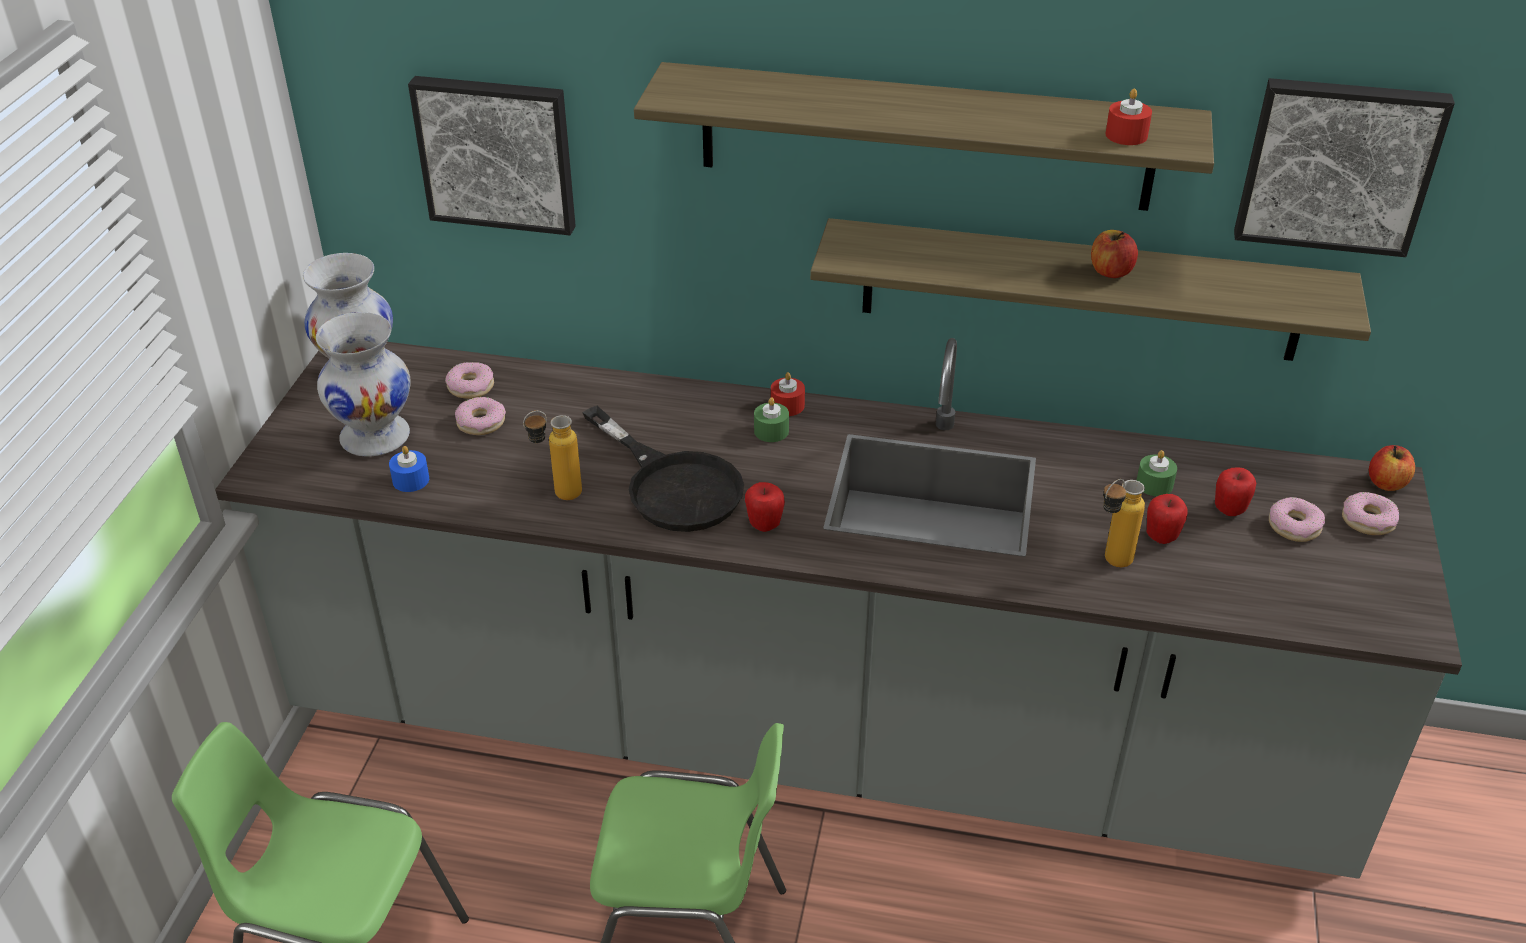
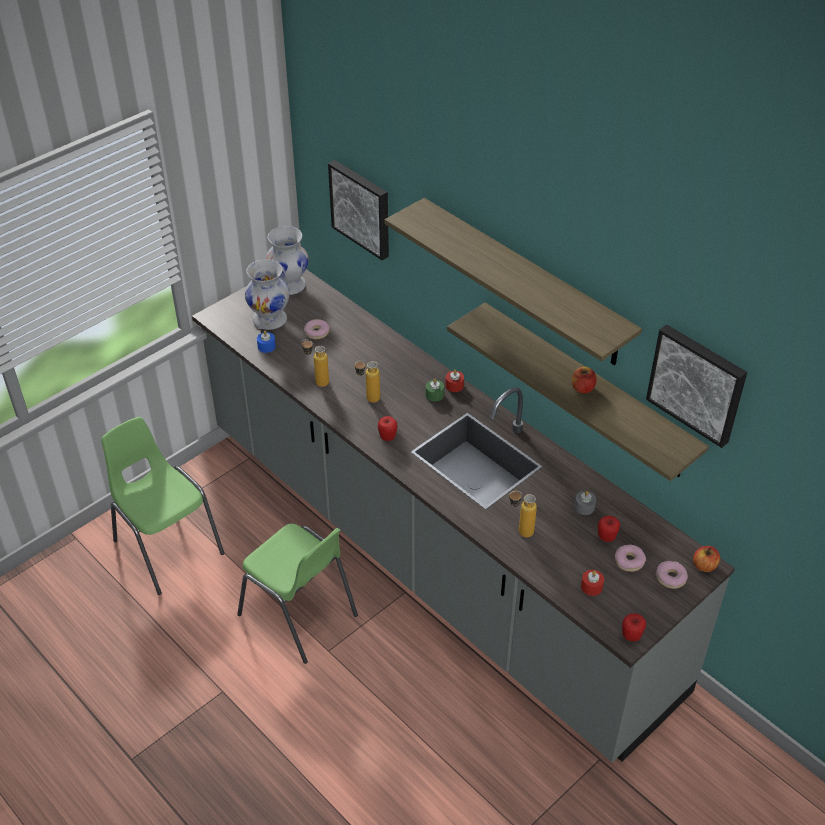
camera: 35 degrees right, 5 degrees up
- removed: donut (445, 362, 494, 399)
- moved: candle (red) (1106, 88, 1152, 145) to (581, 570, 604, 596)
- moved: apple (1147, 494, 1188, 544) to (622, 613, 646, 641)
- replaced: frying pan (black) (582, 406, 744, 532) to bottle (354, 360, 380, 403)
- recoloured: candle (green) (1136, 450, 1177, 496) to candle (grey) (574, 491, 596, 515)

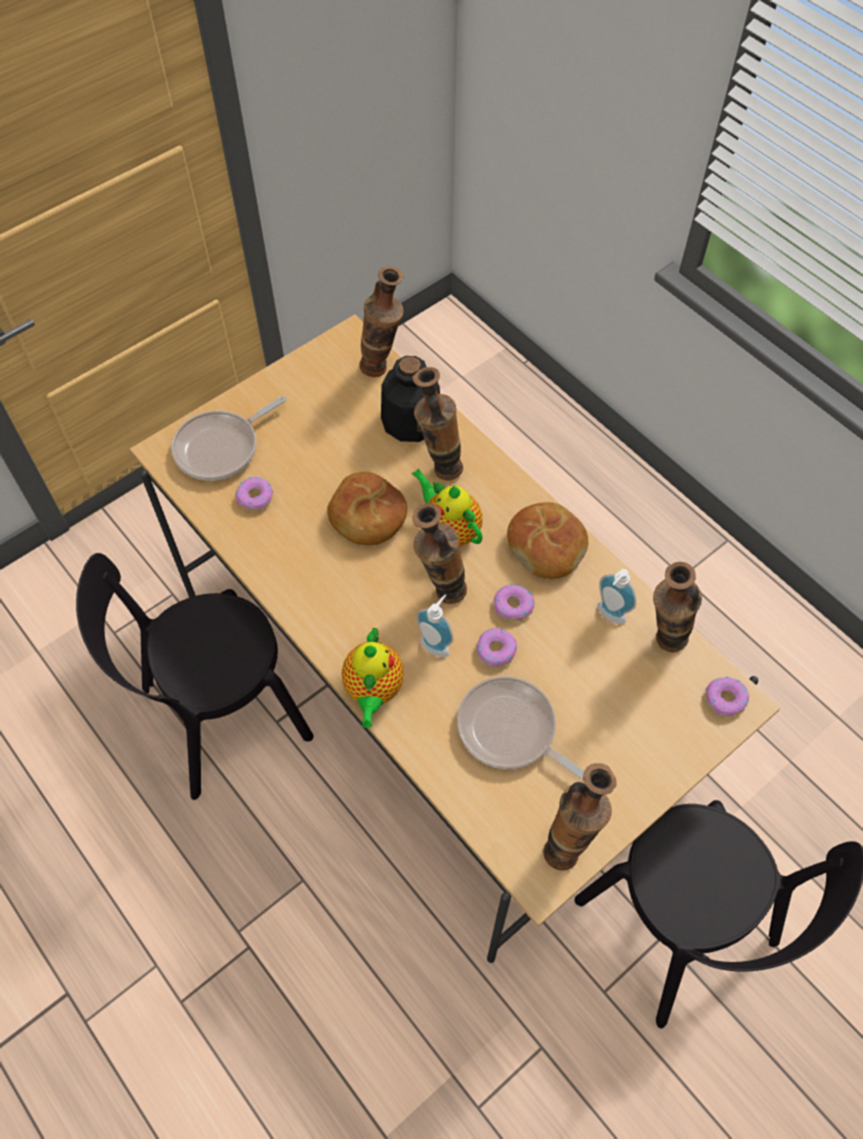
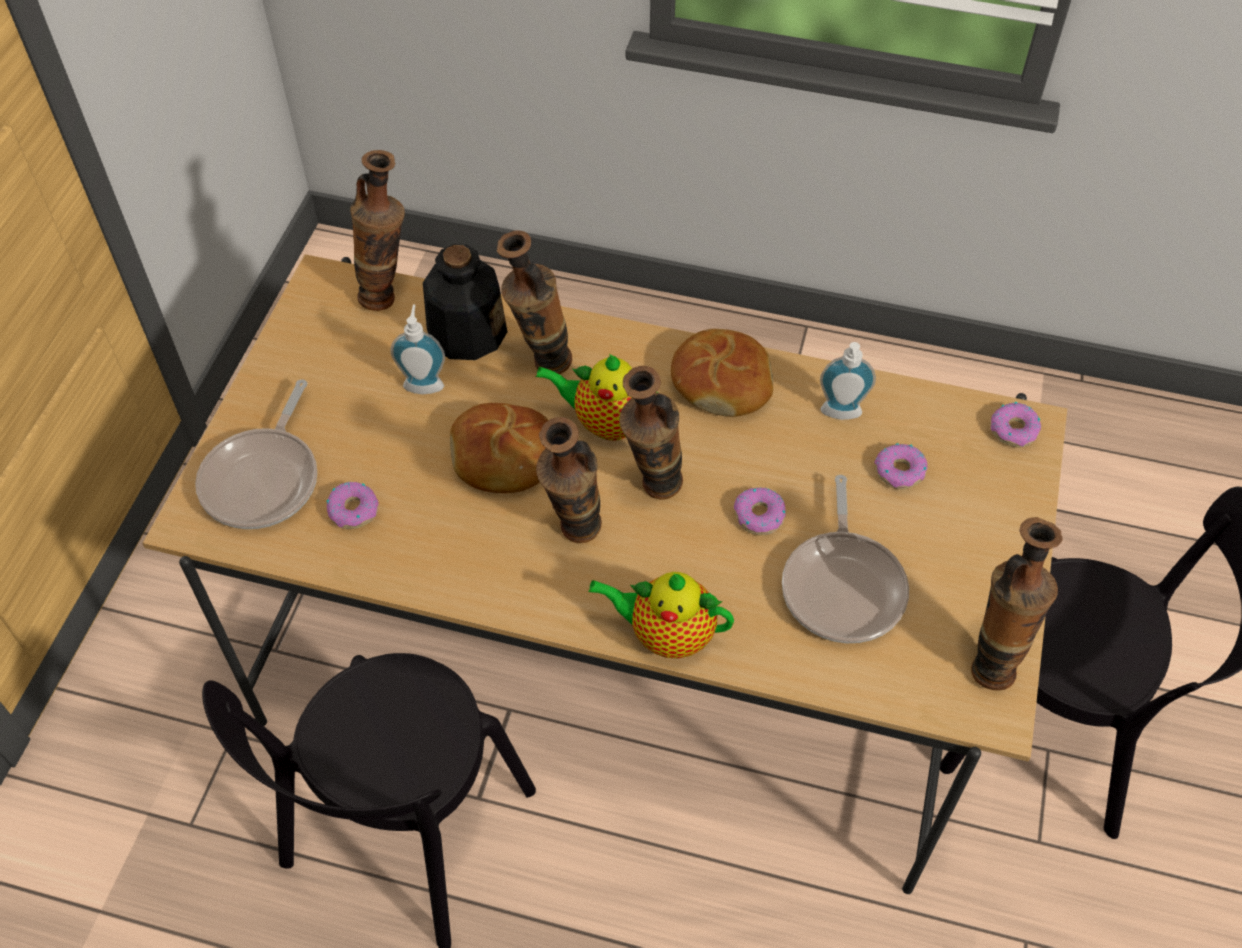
camera: 35 degrees left, 5 degrees down
- moved: soap dispenser (417, 595, 453, 657) to (391, 304, 445, 394)
- moved: donut (494, 585, 535, 621) to (874, 443, 928, 489)
- moved: vase (653, 562, 702, 652) to (536, 417, 602, 543)
- turned: teapot (342, 628, 404, 728) = (588, 572, 734, 659) 135 degrees clockwise
- turned: frying pan (457, 676, 584, 780) = (782, 475, 909, 643) 90 degrees counterclockwise

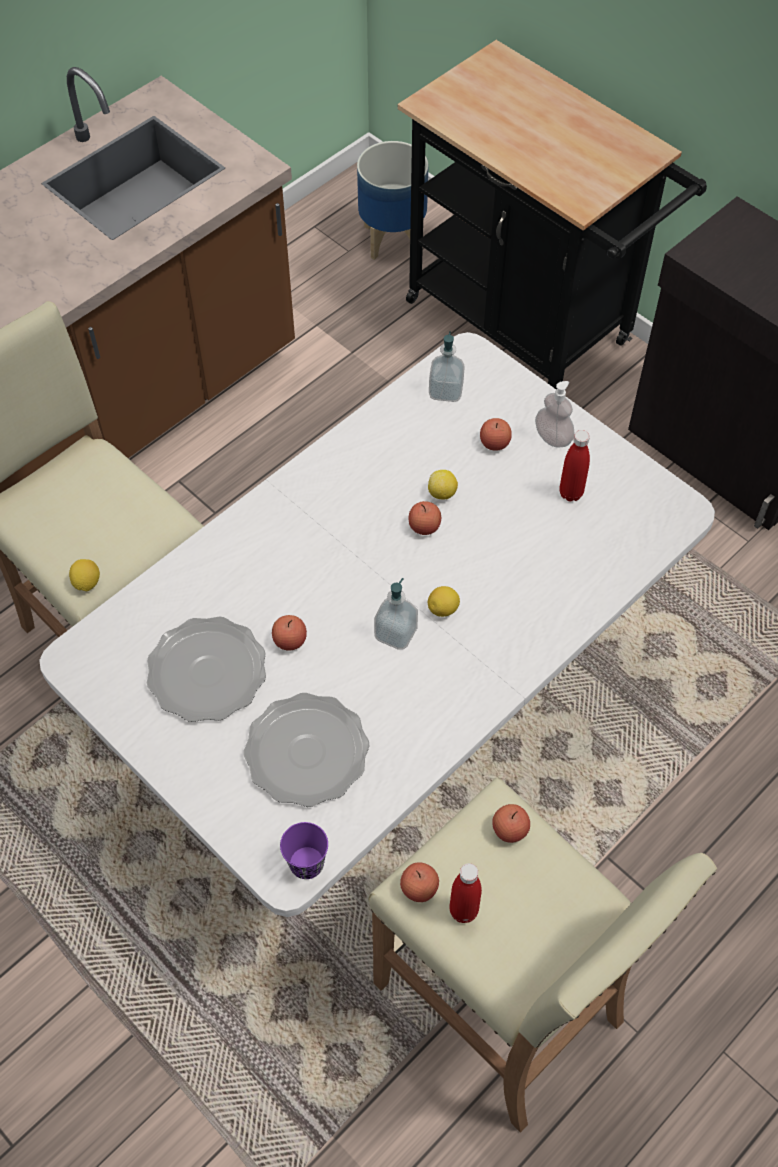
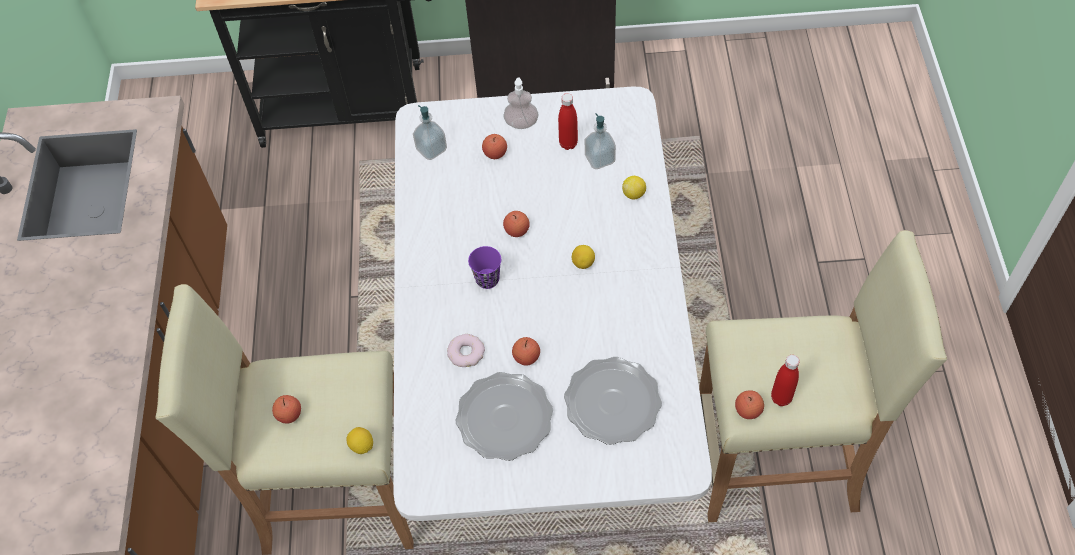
camera: 45 degrees left, 0 degrees up
- removed: planter (357, 141, 429, 260)
- added: donut (447, 334, 485, 367)
- moved: cup (purple) (280, 822, 328, 879) to (468, 246, 501, 289)
- moved: soap dispenser (374, 578, 418, 650) to (585, 113, 616, 169)
- moved: lemon (428, 470, 458, 500) to (622, 176, 646, 199)
- moved: apple (492, 804, 530, 843) to (272, 395, 301, 423)

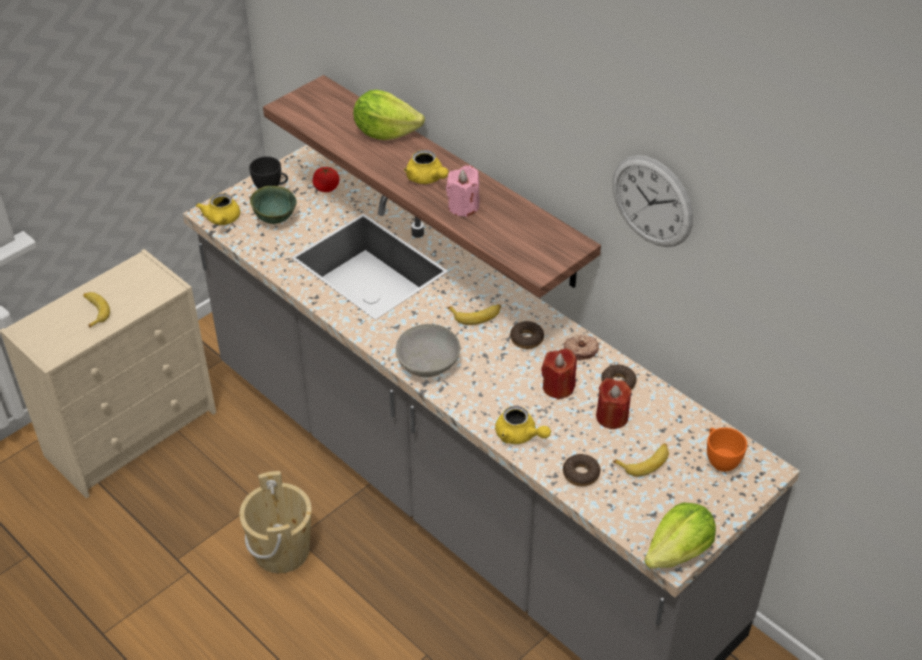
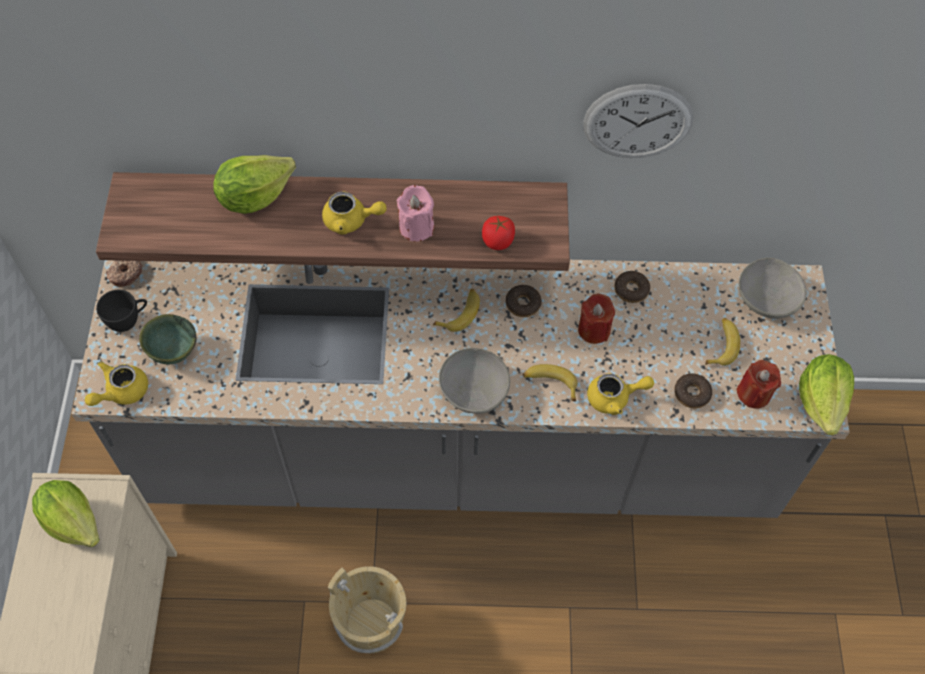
camera: 45 degrees left, 15 degrees up
- added: lettuce (32, 480, 100, 547)
- moved: banana (83, 292, 110, 328) to (523, 364, 578, 402)
- moved: tomato (313, 167, 340, 192) to (482, 216, 515, 250)
- moved: donut (563, 335, 599, 360) to (107, 260, 142, 287)
- moved: candle (red) (596, 378, 632, 429) to (736, 360, 781, 409)
- replaced: cup (orange) (707, 427, 747, 472) to bowl (grey) (739, 258, 807, 319)
- turned: teapot (yellow) (196, 193, 240, 225) = (85, 361, 148, 406) 90 degrees clockwise

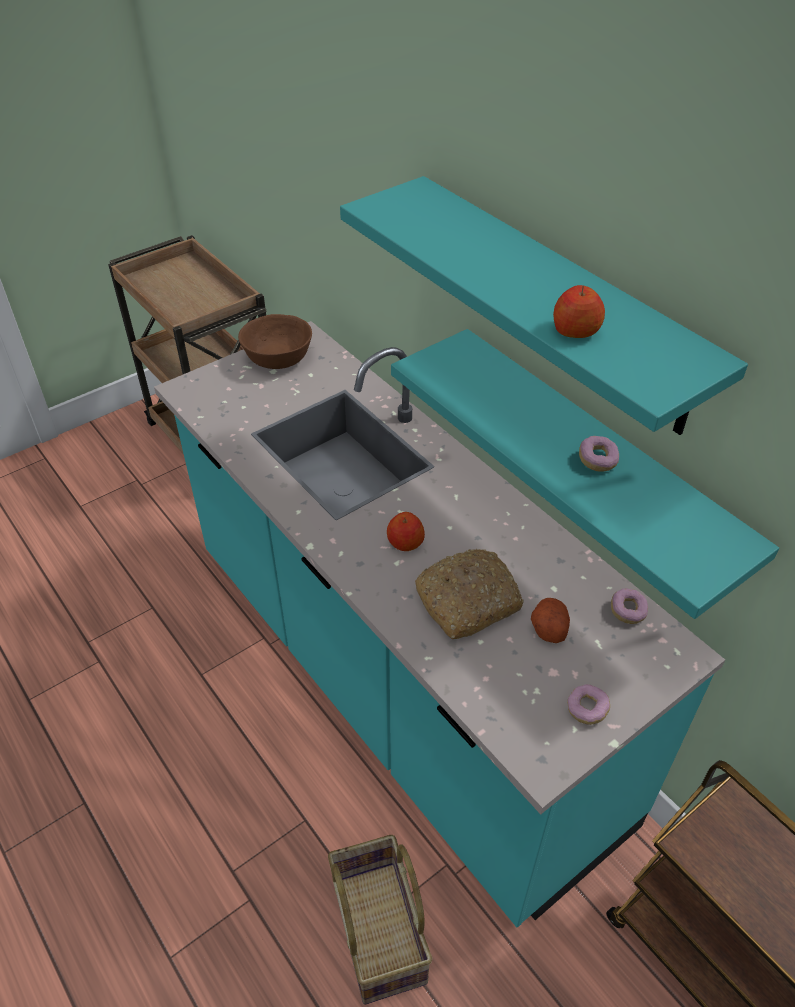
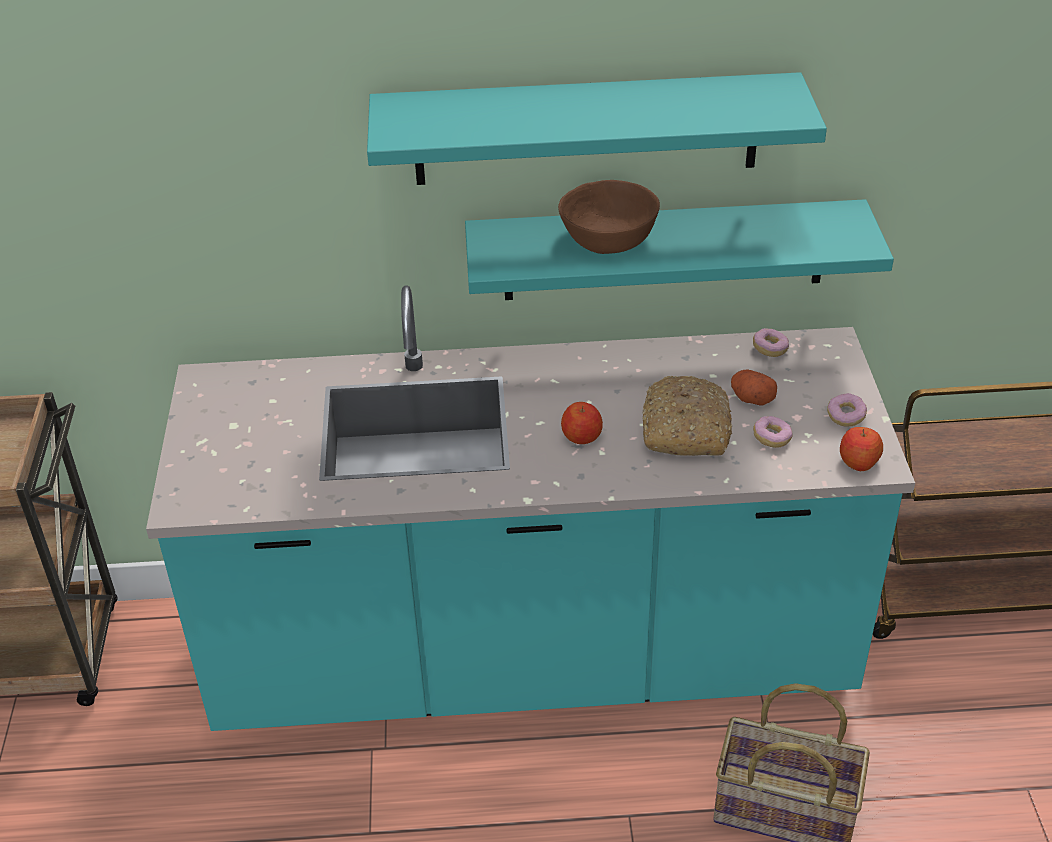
camera: 55 degrees left, 5 degrees down
- moved: bowl (brown) (238, 314, 312, 369) to (558, 180, 660, 254)
- moved: apple (553, 285, 605, 338) to (840, 427, 883, 471)
- moved: donut (579, 436, 619, 472) to (753, 416, 793, 448)

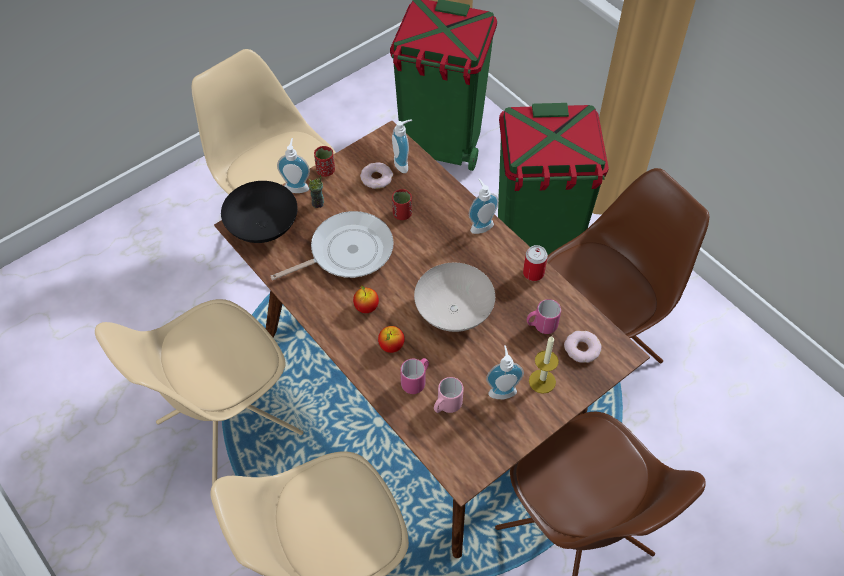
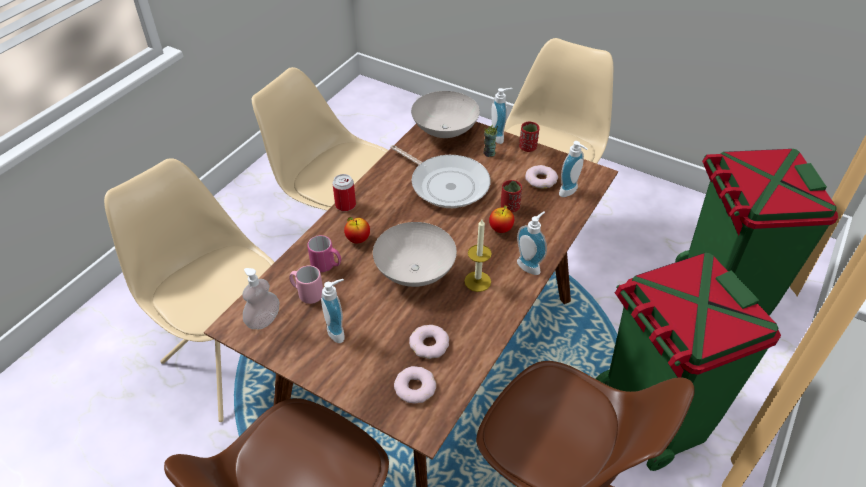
camera: 70 degrees right, 10 degrees down
- added: soap dispenser (242, 268, 280, 329)
- moved: apple (353, 285, 379, 313) to (489, 205, 514, 233)
- moved: can (523, 245, 548, 281) to (332, 174, 356, 211)
- moved: candle (529, 336, 559, 394) to (464, 219, 492, 292)
- replaced: mug (pink) (527, 299, 561, 334) to donut (409, 325, 449, 359)
- recoloured: bowl (black) (221, 181, 298, 243) to bowl (white) (411, 91, 480, 138)

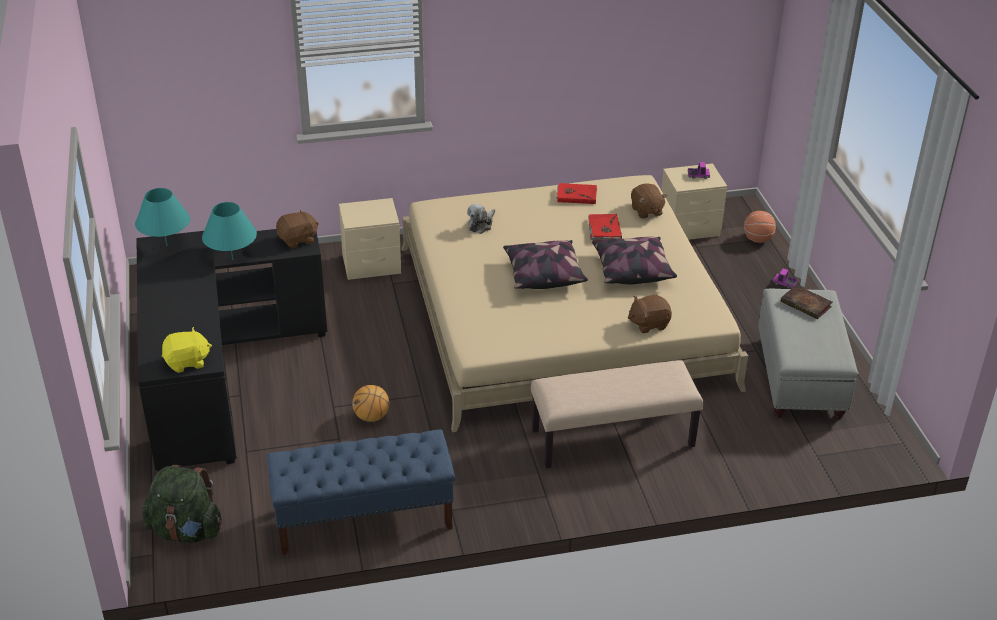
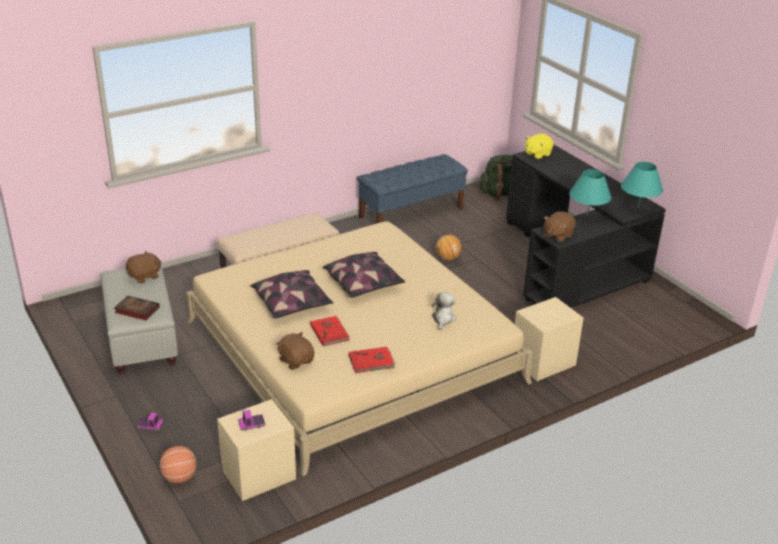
camera: 160 degrees right, 5 degrees down
- moved: plush toy (brown) (628, 295, 672, 333) to (126, 251, 162, 283)

